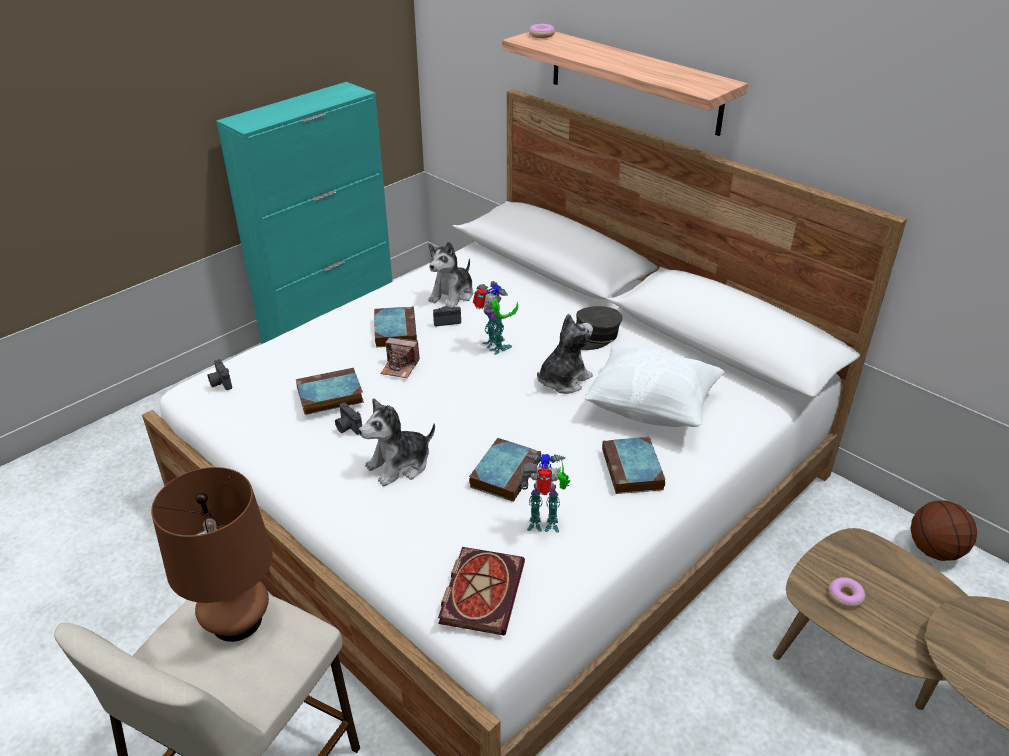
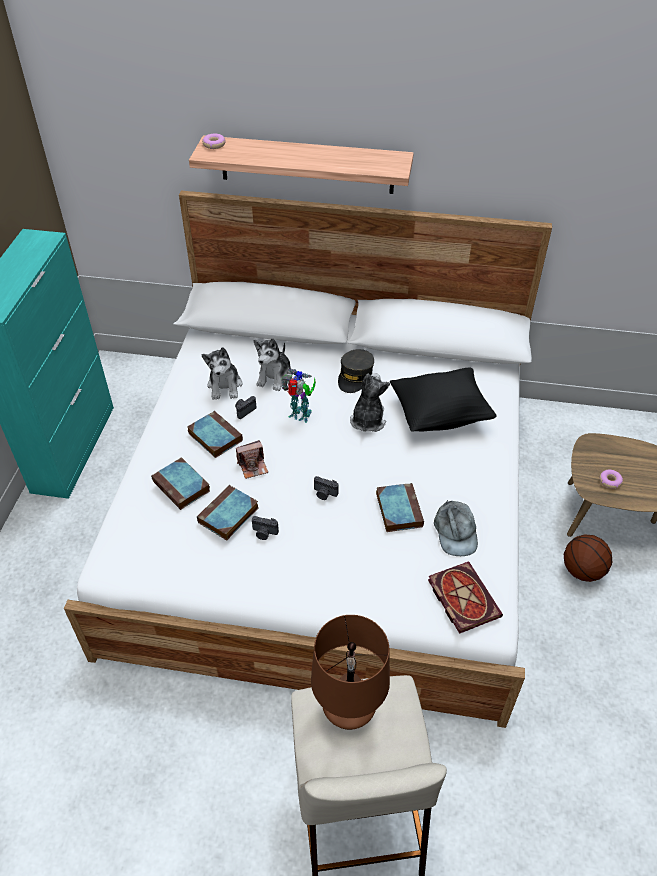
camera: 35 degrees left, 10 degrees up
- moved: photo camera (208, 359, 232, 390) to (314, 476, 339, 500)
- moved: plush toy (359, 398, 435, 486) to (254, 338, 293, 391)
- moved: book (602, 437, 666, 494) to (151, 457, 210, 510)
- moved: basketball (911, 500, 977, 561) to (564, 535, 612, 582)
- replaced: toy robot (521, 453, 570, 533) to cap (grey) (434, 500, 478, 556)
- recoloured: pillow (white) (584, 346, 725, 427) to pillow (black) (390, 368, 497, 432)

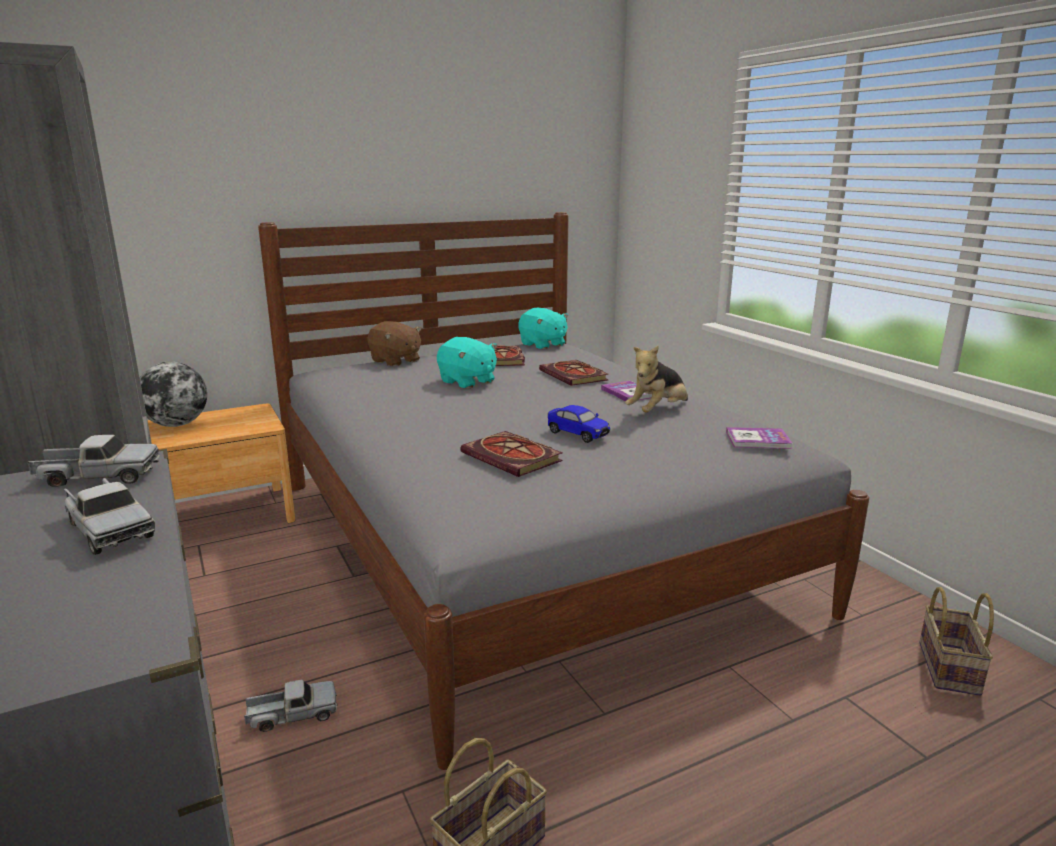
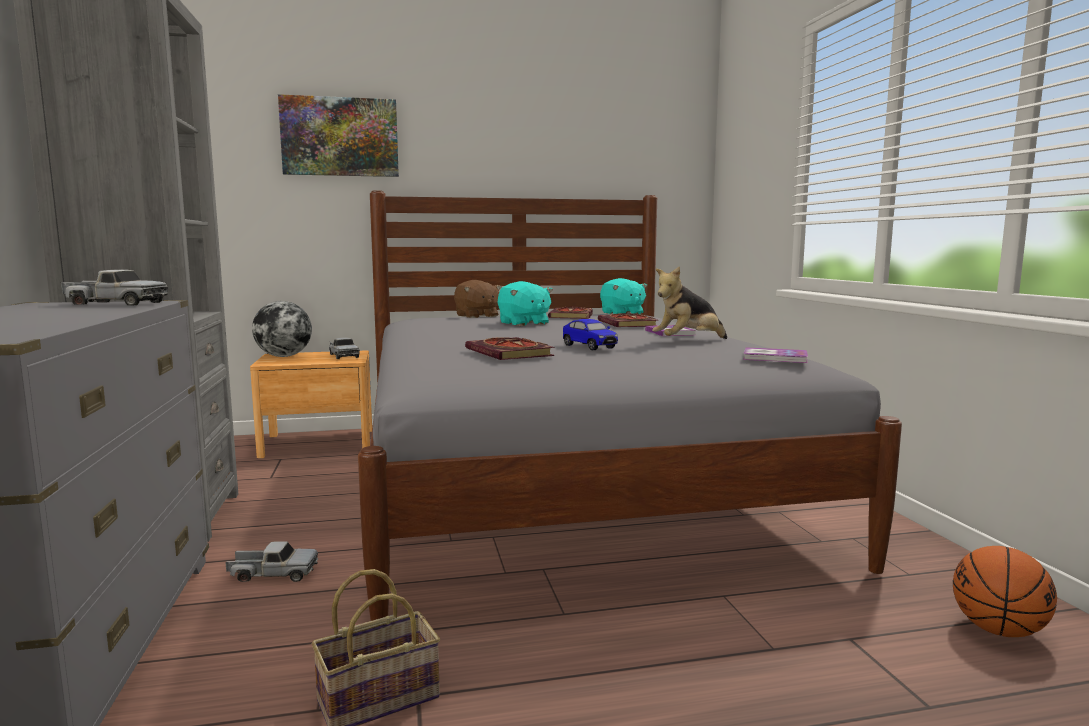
camera: 15 degrees right, 10 degrees down
- added: picture (278, 94, 399, 177)
- moved: toy truck (64, 478, 155, 555) to (329, 338, 360, 359)
- replaced: basket (919, 587, 994, 696) to basketball (953, 546, 1057, 637)

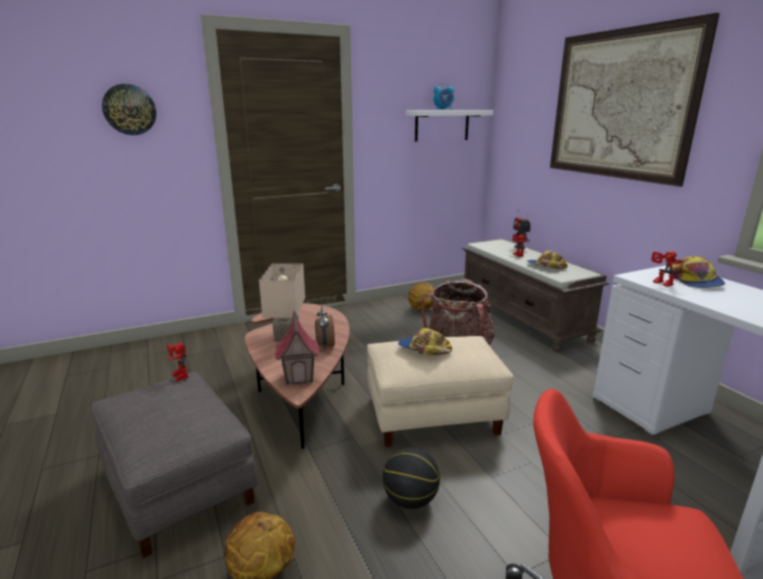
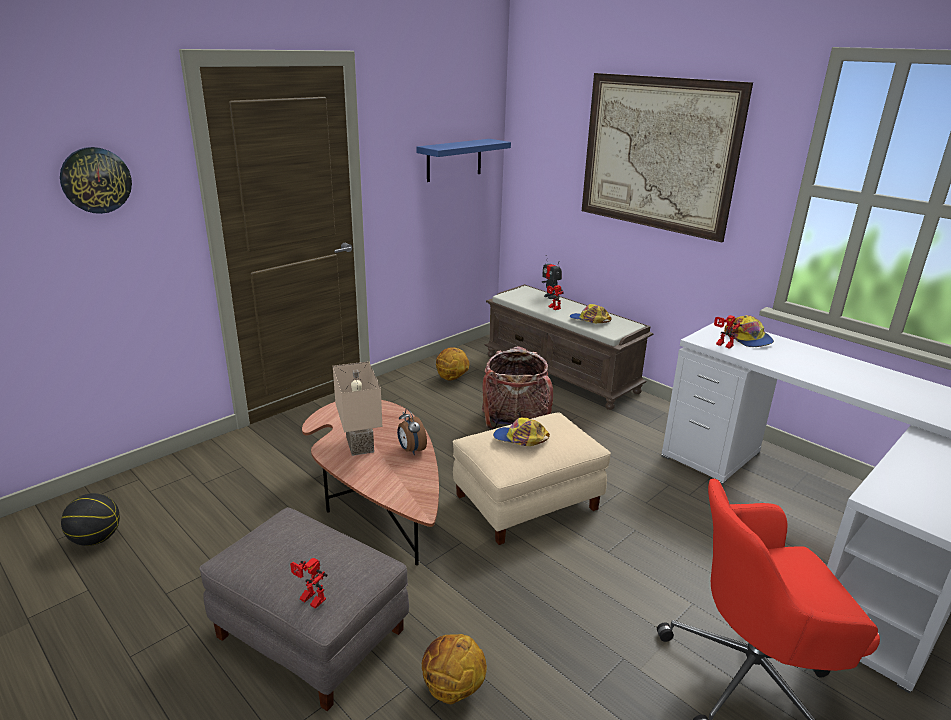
camera: 20 degrees left, 5 degrees up
- removed: toy house (274, 310, 320, 385)
- removed: alarm clock (433, 83, 454, 110)
- moved: toy robot (167, 343, 189, 381) to (290, 558, 328, 609)
- moved: basketball (383, 447, 440, 509) to (61, 493, 120, 546)
- recoloured: shelf (white) (406, 110, 493, 142) to shelf (blue) (416, 139, 511, 182)

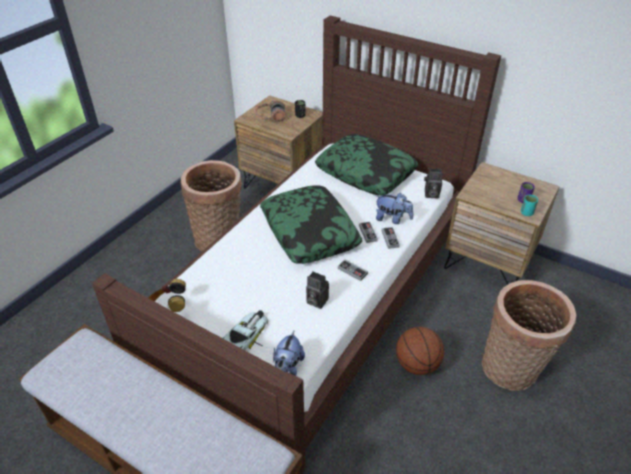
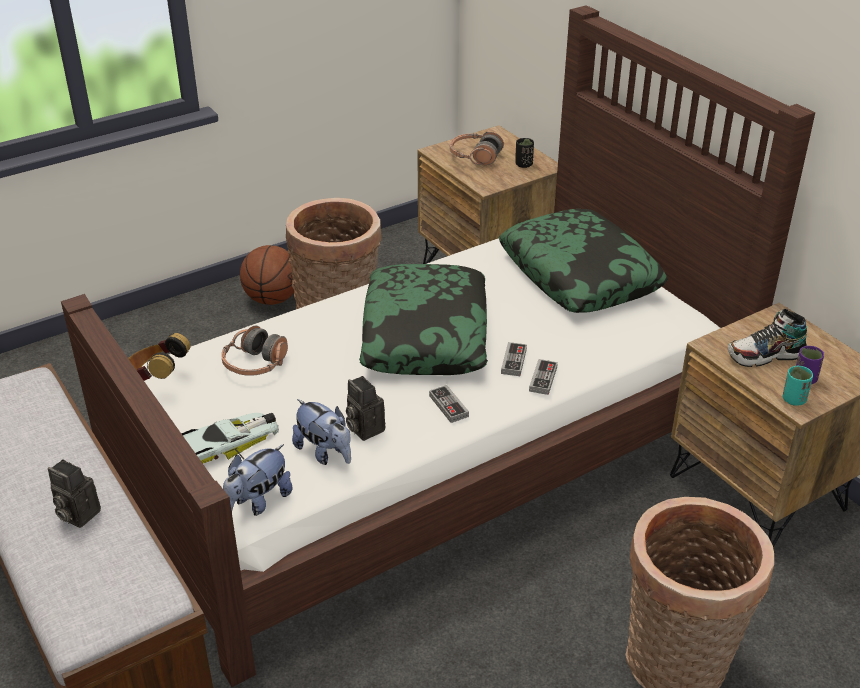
camera: 25 degrees right, 5 degrees down
- added: headphones (221, 326, 288, 376)
- added: shoe (728, 309, 807, 367)
- moved: plush toy (376, 193, 413, 224) to (292, 399, 351, 465)
- moved: basketball (396, 327, 444, 375) to (240, 245, 294, 305)
- moved: photo camera (424, 168, 442, 199) to (48, 459, 101, 528)

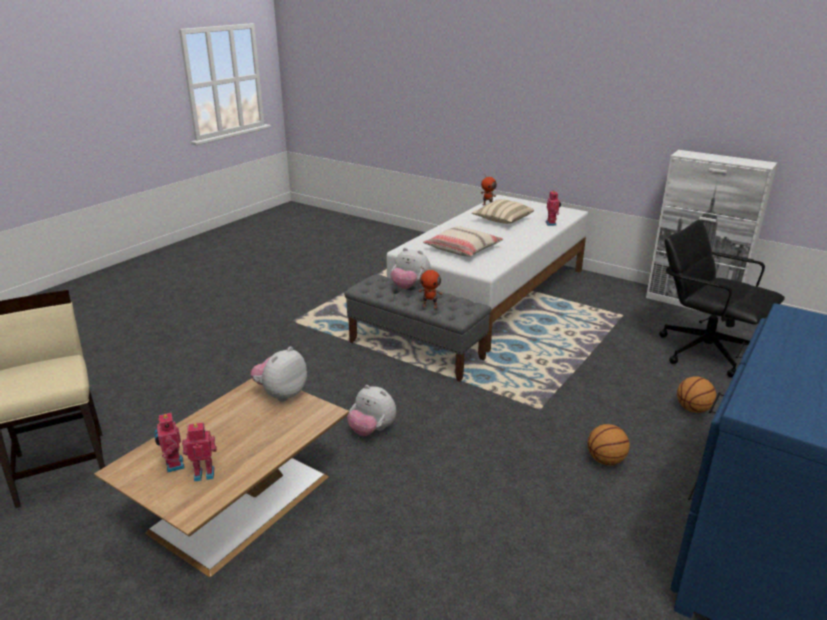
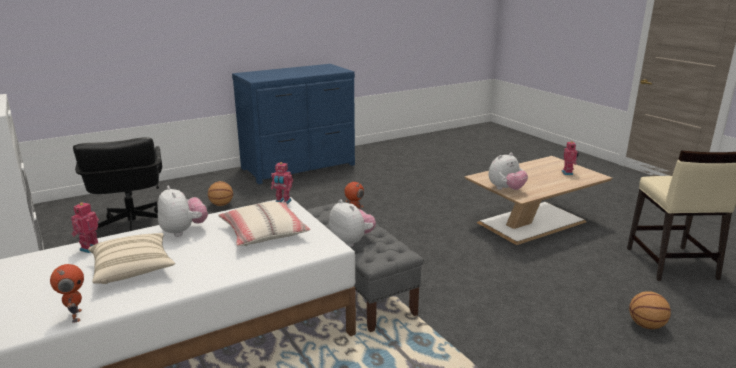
camera: 155 degrees left, 5 degrees down
- moved: toy robot (182, 423, 217, 482) to (271, 162, 293, 205)
- moved: plush toy (347, 385, 396, 436) to (158, 186, 208, 237)
- moved: basketball (588, 424, 630, 465) to (629, 291, 671, 329)

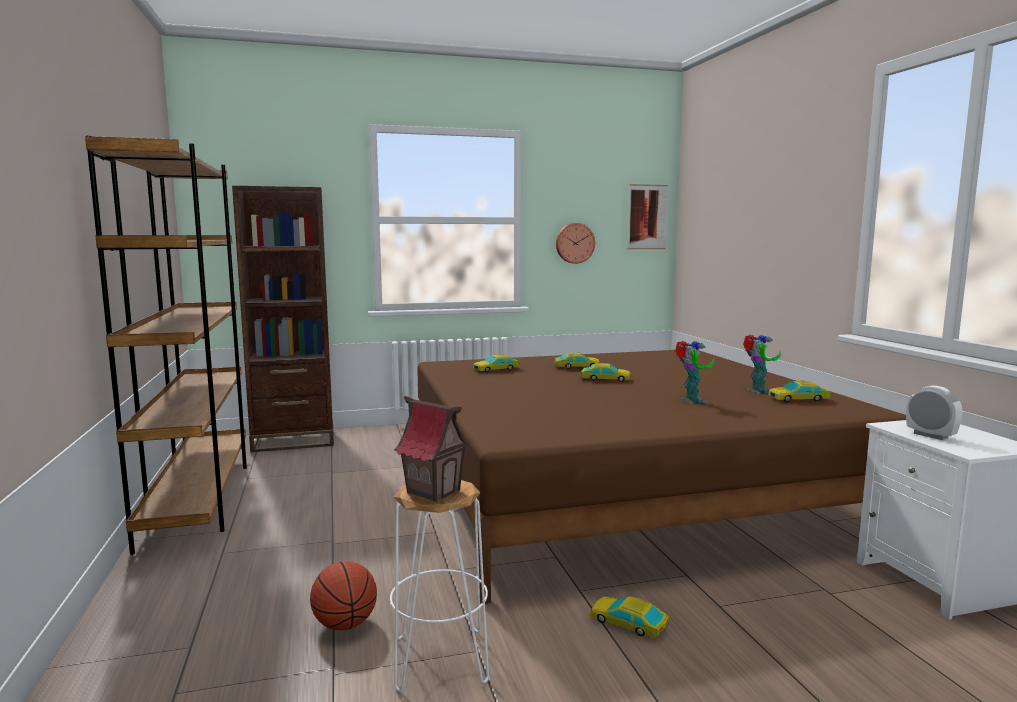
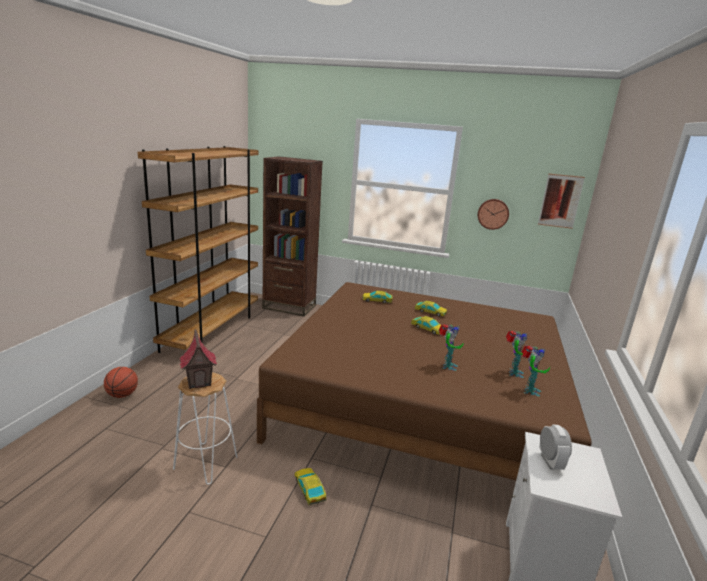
camera: 30 degrees right, 10 degrees up
- moved: basketball (310, 561, 377, 630) to (104, 367, 138, 398)
- replaced: toy car (768, 381, 831, 402) to toy robot (522, 346, 550, 396)

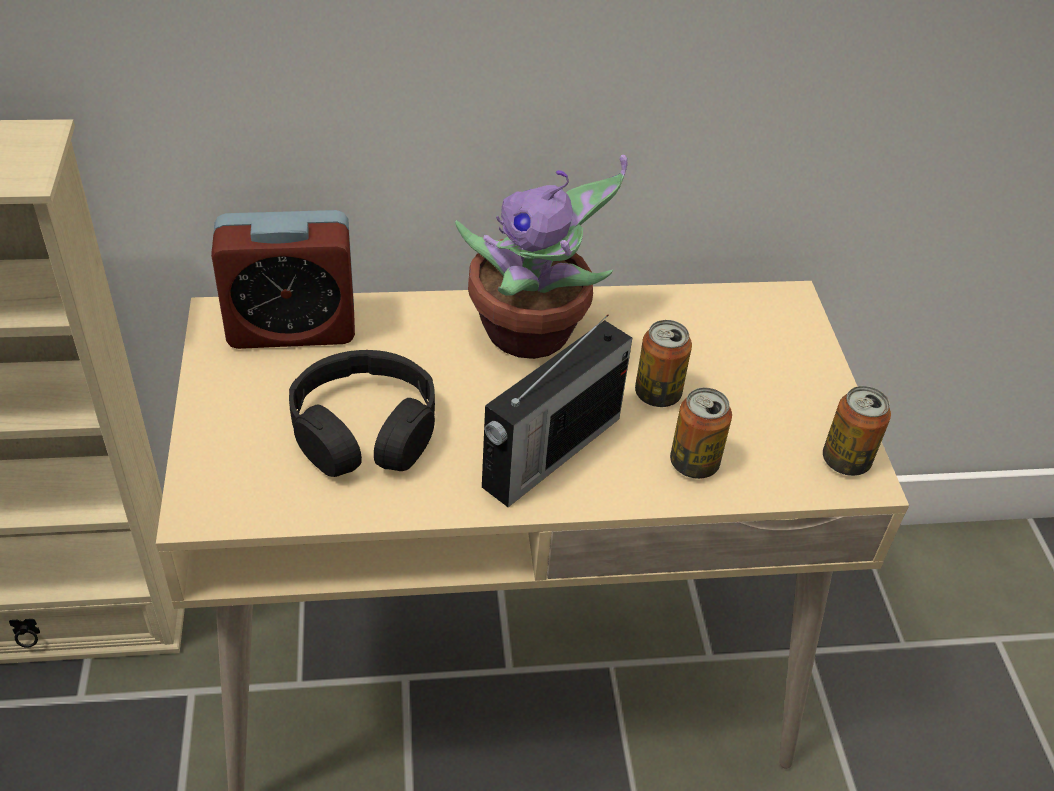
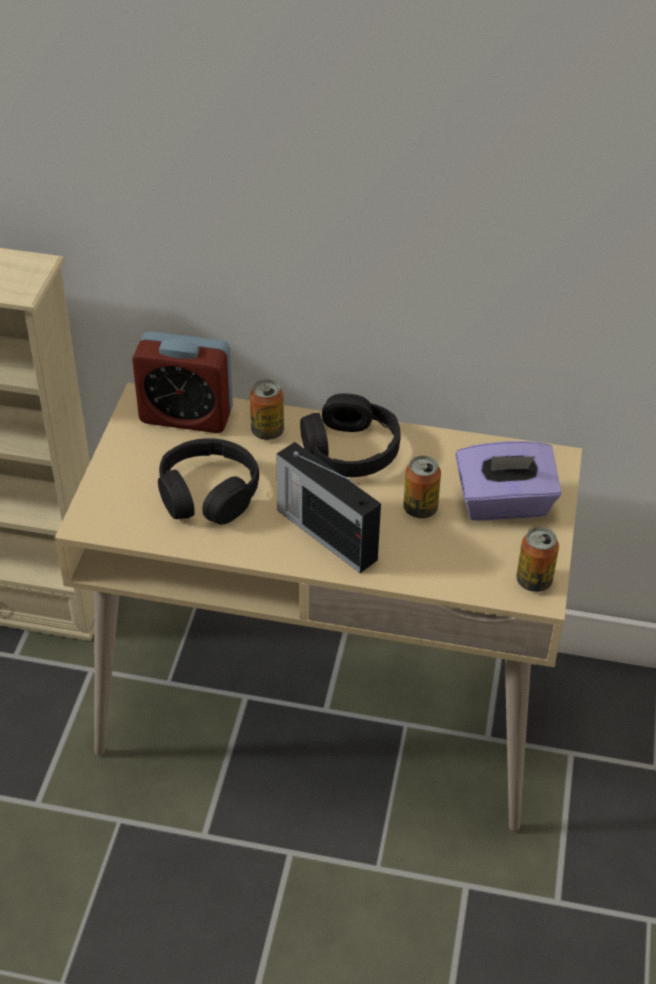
camera: 20 degrees right, 0 degrees up
- added: tissue box (purple) (456, 441, 561, 521)
- moved: can (670, 388, 732, 479) to (250, 379, 284, 440)
- replaced: potted plant (455, 155, 627, 359) to headphones (black) (300, 393, 401, 477)
- turned: radio (482, 314, 632, 507) = (276, 442, 381, 573) 75 degrees clockwise

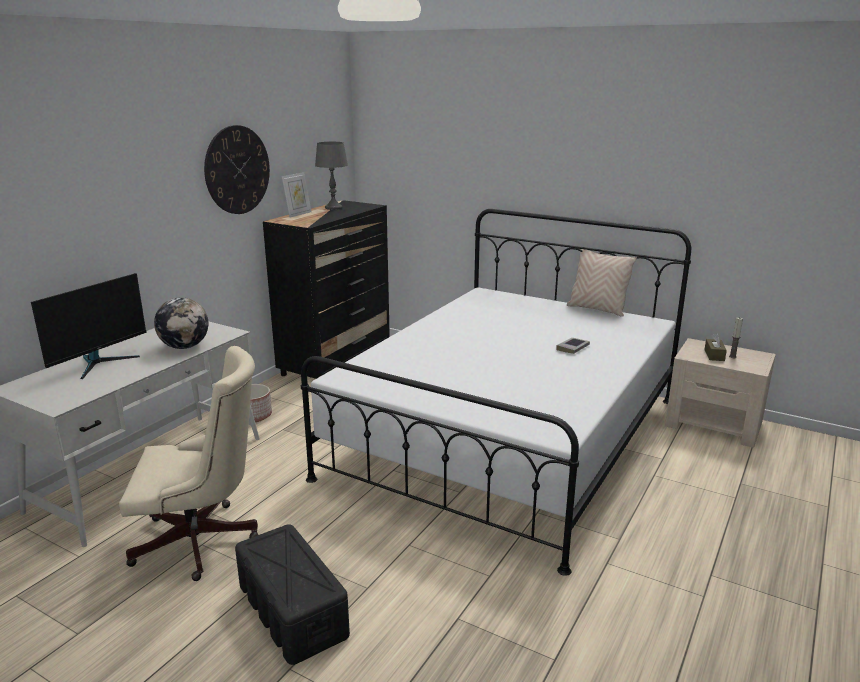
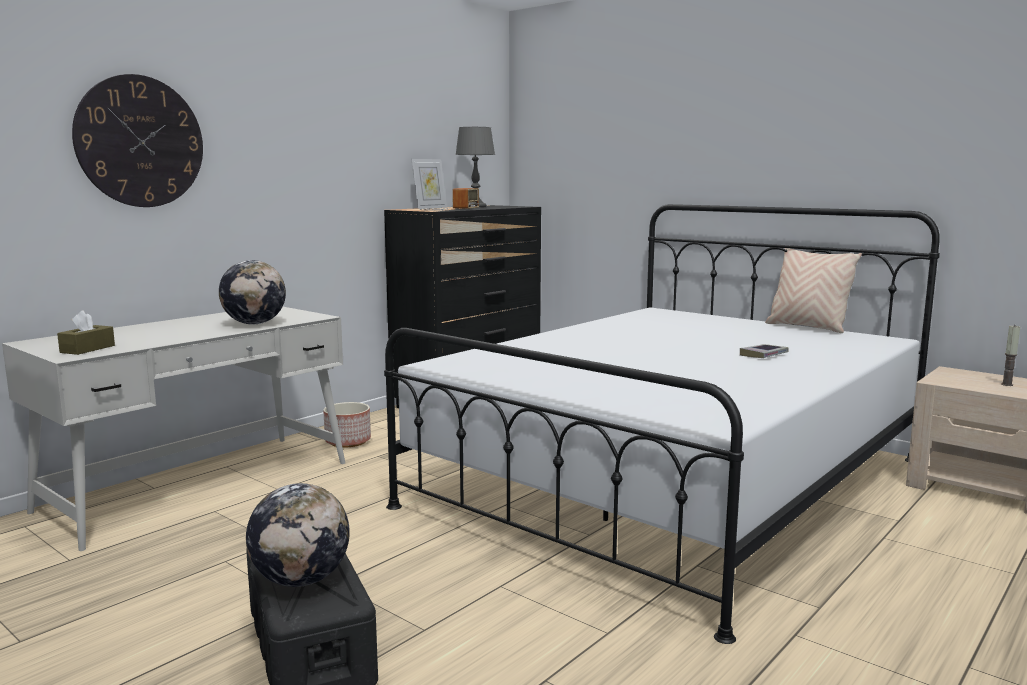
camera: 10 degrees right, 10 degrees down
- removed: monitor (31, 273, 147, 379)
- removed: office chair (beige) (119, 346, 258, 581)
- added: globe (246, 483, 350, 587)
- added: radio (423, 188, 479, 211)
- moved: wall clock (204, 125, 270, 214) to (72, 74, 203, 207)
- moved: tissue box (brown) (705, 333, 727, 361) to (57, 310, 115, 355)

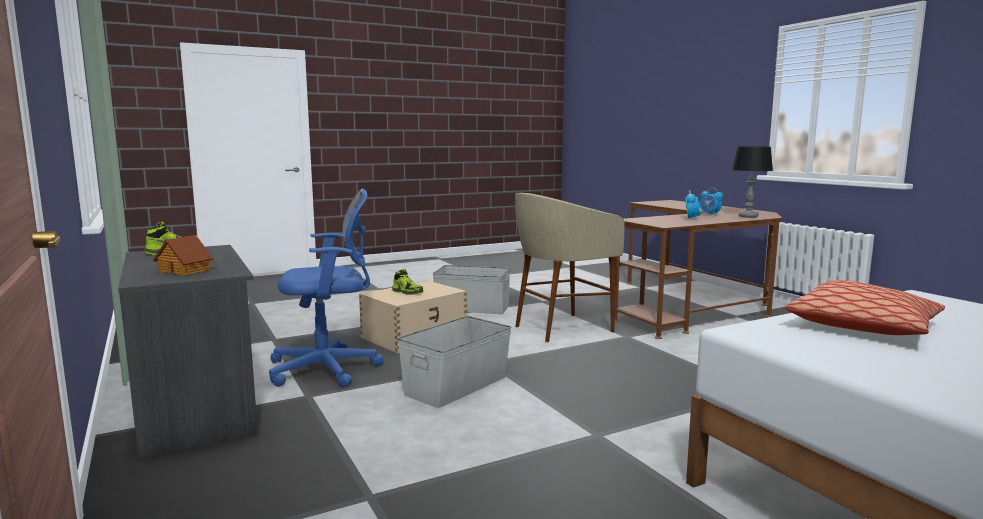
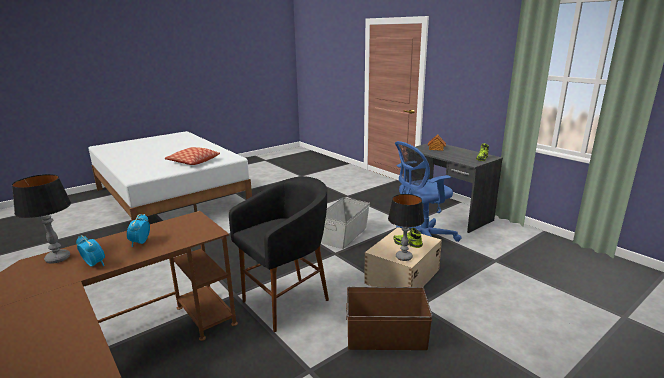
camera: 170 degrees right, 10 degrees up
- added: table lamp (388, 194, 424, 261)
- recoloured: storage box (grey) (433, 265, 510, 314) to storage box (brown) (346, 287, 432, 350)
- recoloured: stool (beige) (515, 193, 625, 342) to stool (black) (229, 177, 329, 332)

